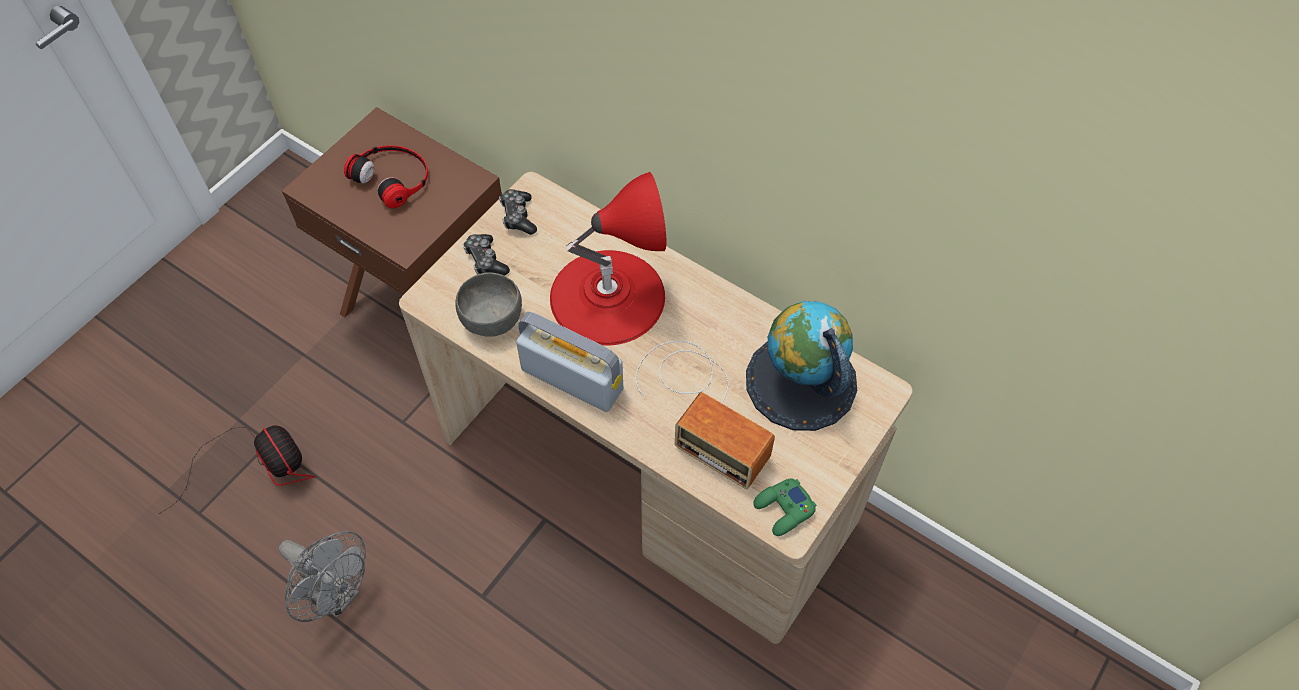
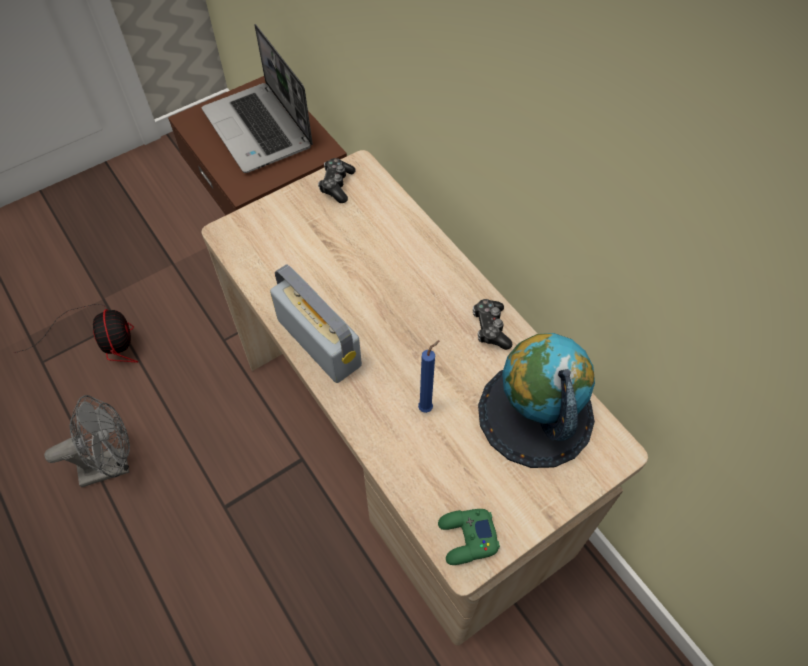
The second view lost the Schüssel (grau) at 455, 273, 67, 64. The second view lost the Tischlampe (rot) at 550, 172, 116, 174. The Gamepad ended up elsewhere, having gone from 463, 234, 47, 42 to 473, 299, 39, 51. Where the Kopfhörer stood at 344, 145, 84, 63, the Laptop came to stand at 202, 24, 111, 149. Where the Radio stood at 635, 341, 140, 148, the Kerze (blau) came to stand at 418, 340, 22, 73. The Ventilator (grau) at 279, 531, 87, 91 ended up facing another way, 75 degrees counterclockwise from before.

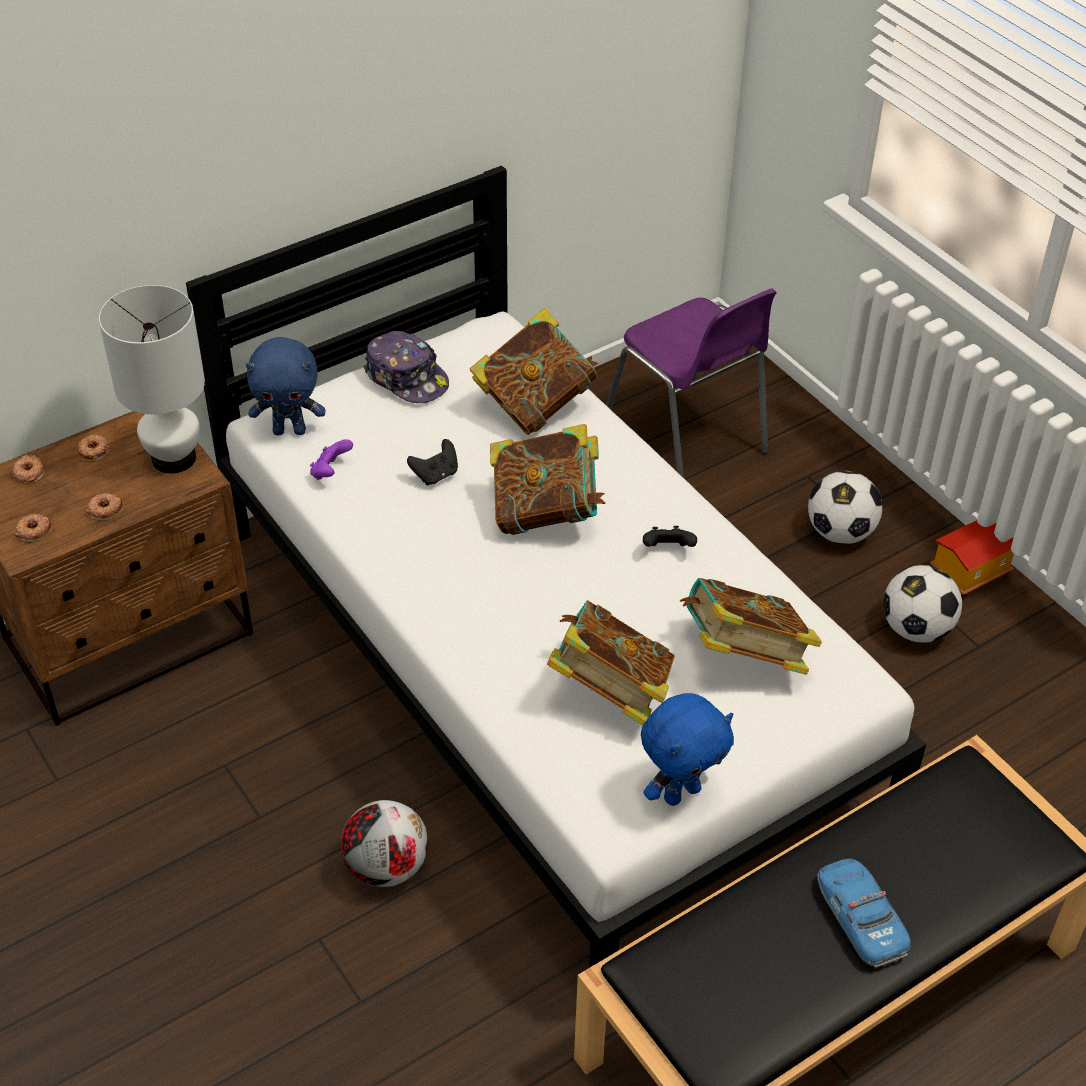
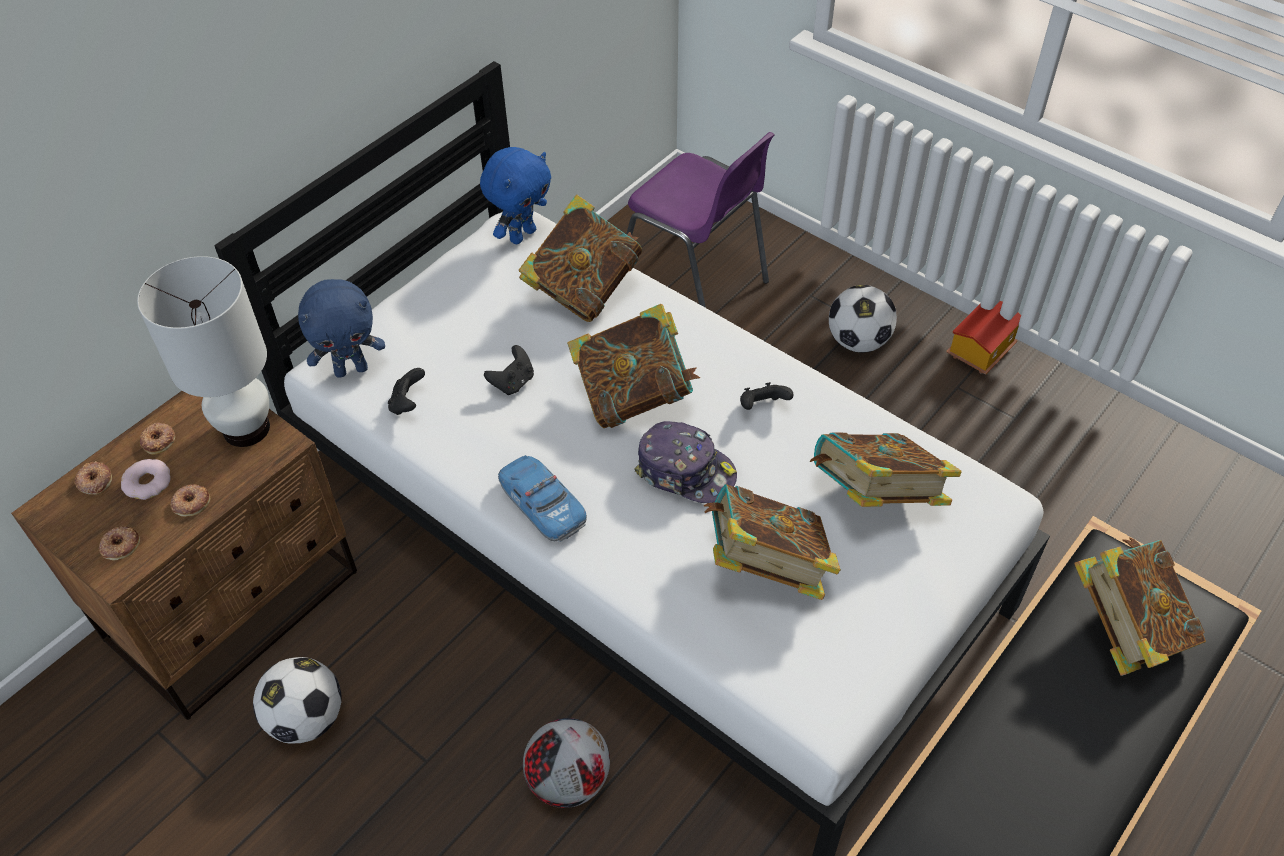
The second view gained the Donut at 121, 459, 50, 41. The second view gained the Buch at 1074, 537, 132, 139. The Kappe ended up elsewhere, having gone from 363, 331, 86, 72 to 634, 421, 103, 82. The Plüschtier (blau) ended up elsewhere, having gone from 641, 693, 93, 113 to 480, 147, 71, 97. The Spielzeugauto ended up elsewhere, having gone from 817, 858, 94, 110 to 498, 455, 89, 87. The Fußball ended up elsewhere, having gone from 883, 565, 80, 78 to 253, 657, 88, 86. What was the Gamepad (lila) at 310, 439, 43, 41 turned into the Gamepad (schwarz) at 388, 368, 37, 47.

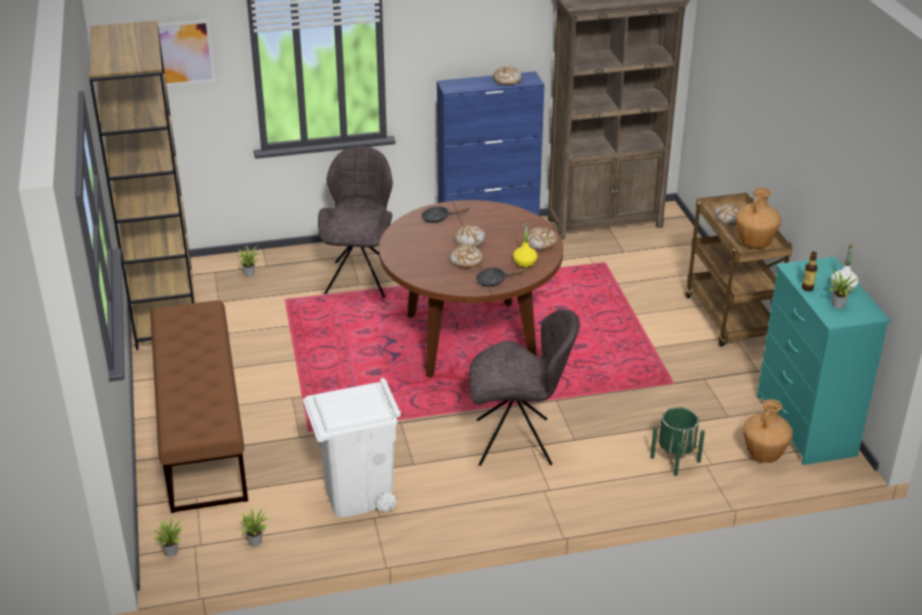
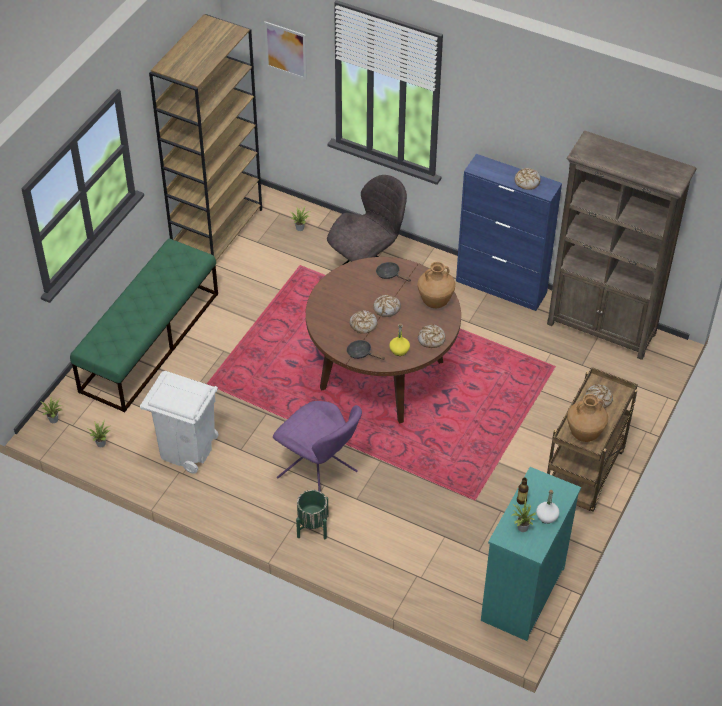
The Pflanzkübel (grün) ended up elsewhere, having gone from 650, 407, 55, 69 to 296, 490, 33, 49. The Vase (braun) ended up elsewhere, having gone from 743, 399, 50, 64 to 417, 262, 39, 46. What was the Bank (braun) at 151, 300, 97, 213 turned into the Bank (grün) at 70, 239, 148, 174. What was the Stuhl (grau) at 469, 309, 111, 157 turned into the Stuhl (lila) at 273, 401, 89, 91.

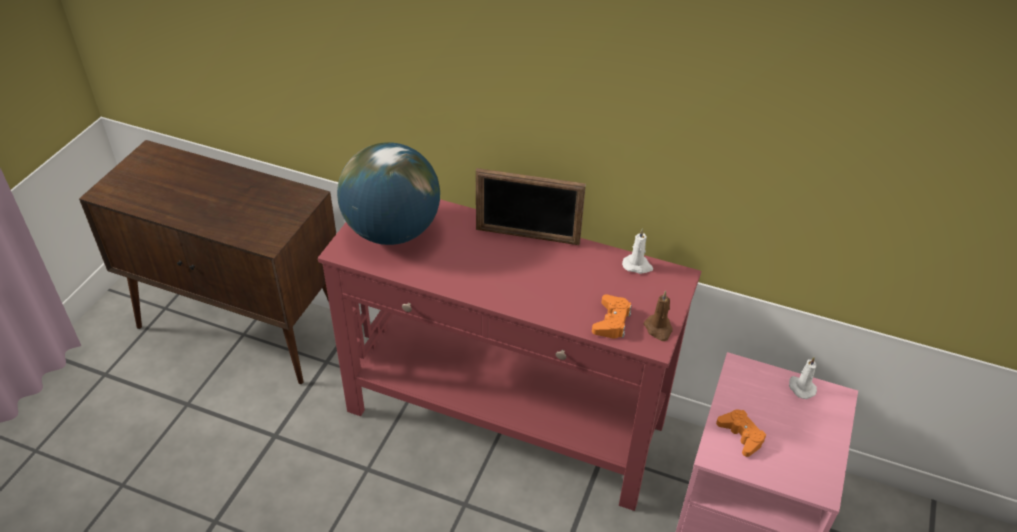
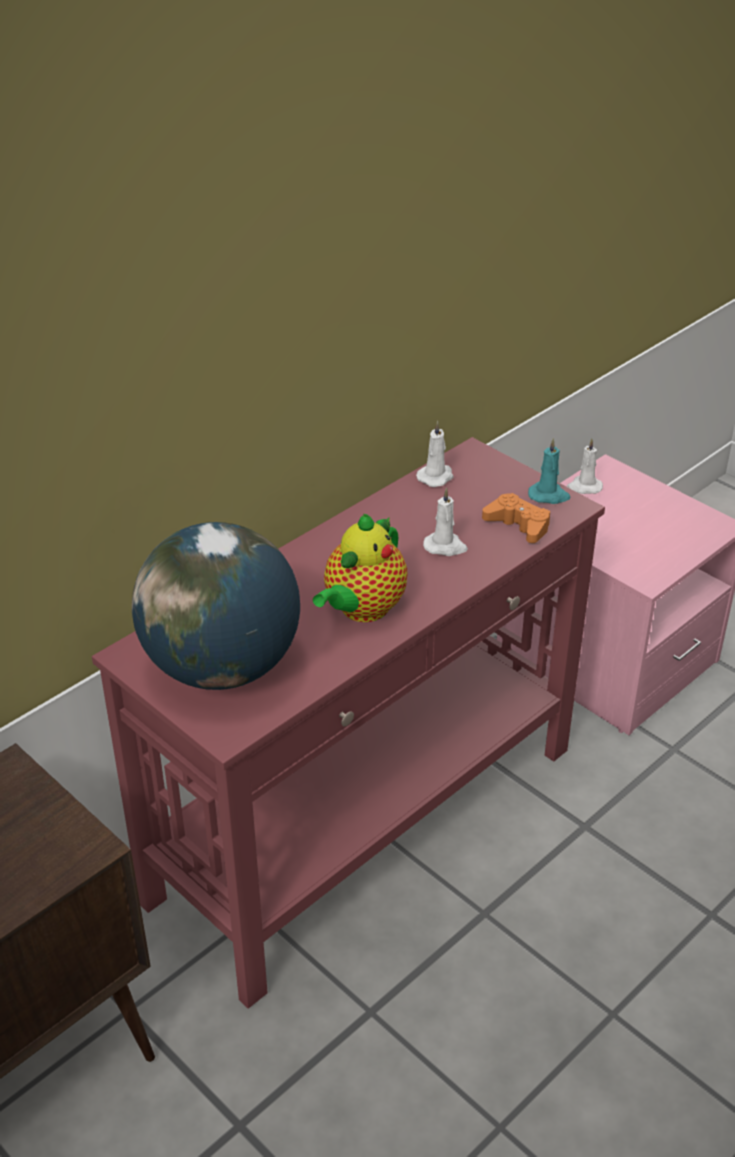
The second view lost the Bilderrahmen at 476, 168, 110, 77. The second view lost the Gamepad (orange) at 716, 410, 50, 47. The second view gained the Teekanne at 313, 513, 95, 109. The second view gained the Kerze (weiß) at 423, 488, 45, 68. What was the Kerze (braun) at 644, 291, 29, 50 turned into the Kerze (türkis) at 528, 438, 43, 66.

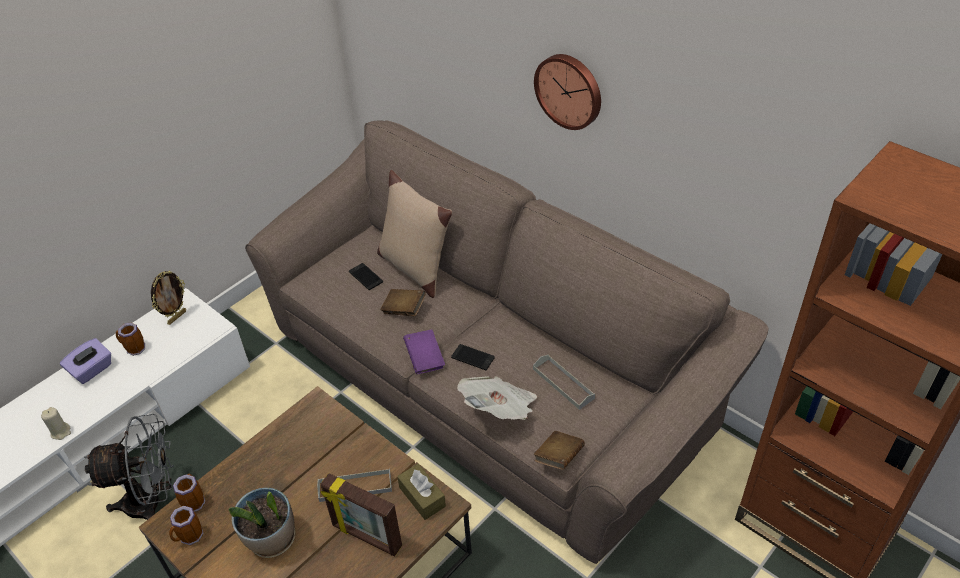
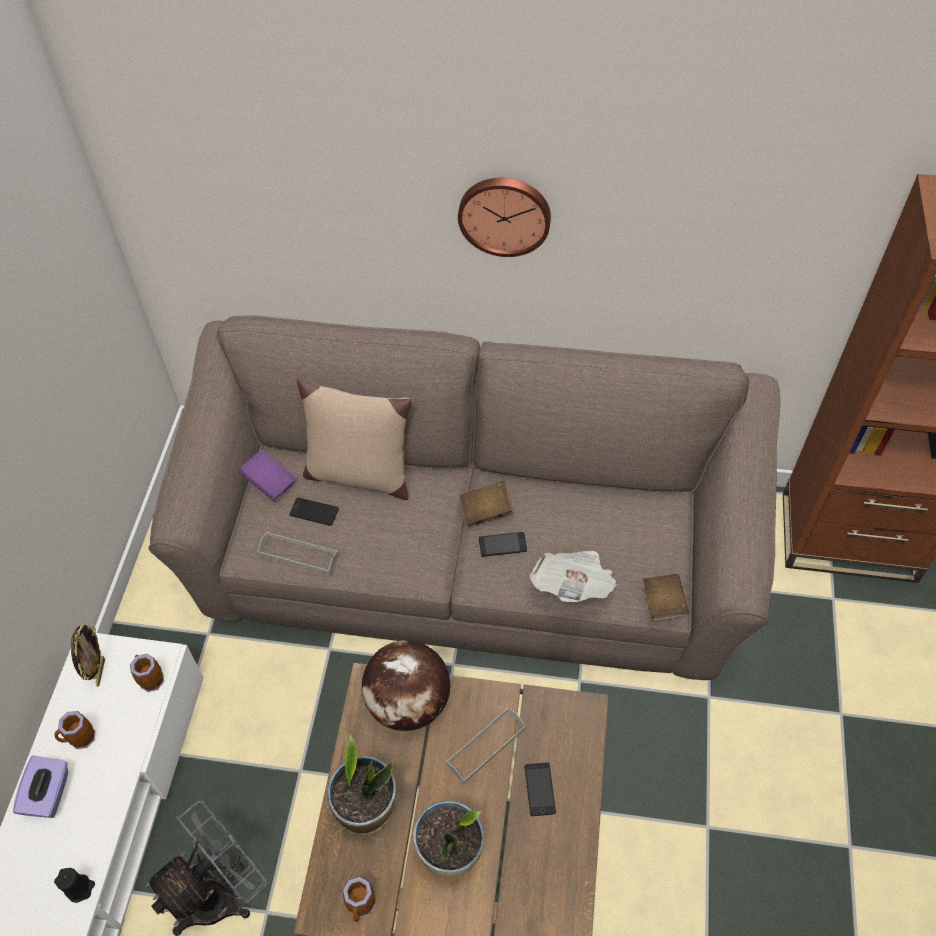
The second view lost the Taschentuchbox (braun) at 397, 464, 49, 56. The second view gained the Topfpflanze at 327, 735, 69, 100. The second view gained the Globus at 362, 640, 88, 91. The Henkelbecher ended up elsewhere, having gone from 173, 474, 32, 38 to 130, 654, 34, 38. The Buch (braun) ended up elsewhere, having gone from 380, 289, 46, 27 to 460, 481, 53, 46. The Buch (lila) ended up elsewhere, having gone from 403, 330, 42, 44 to 239, 450, 57, 51. The Tablett (grau) ended up elsewhere, having gone from 533, 355, 62, 55 to 258, 532, 81, 42. Where the Bilderrahmen stood at 321, 473, 81, 83, the Handy came to stand at 524, 762, 32, 54. What was the Kerze (beige) at 41, 407, 30, 33 turned into the Kerze (schwarz) at 54, 868, 41, 35.

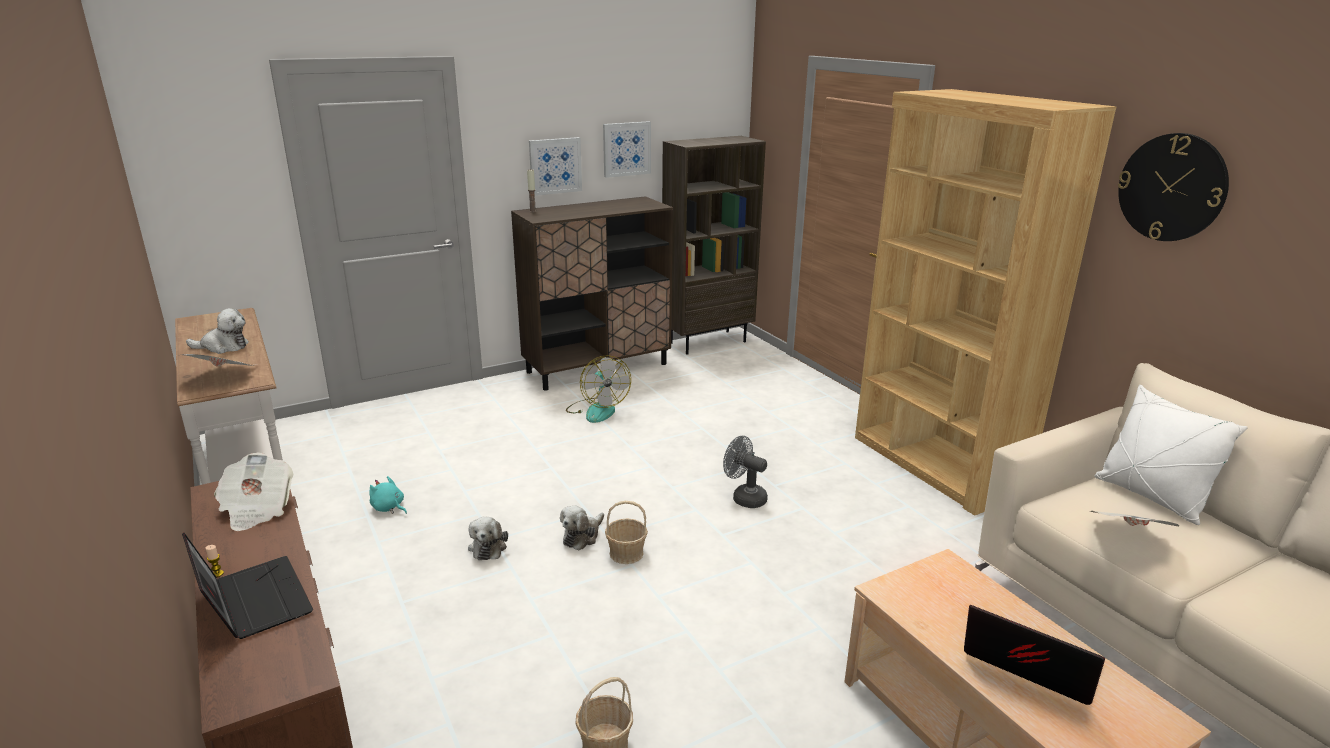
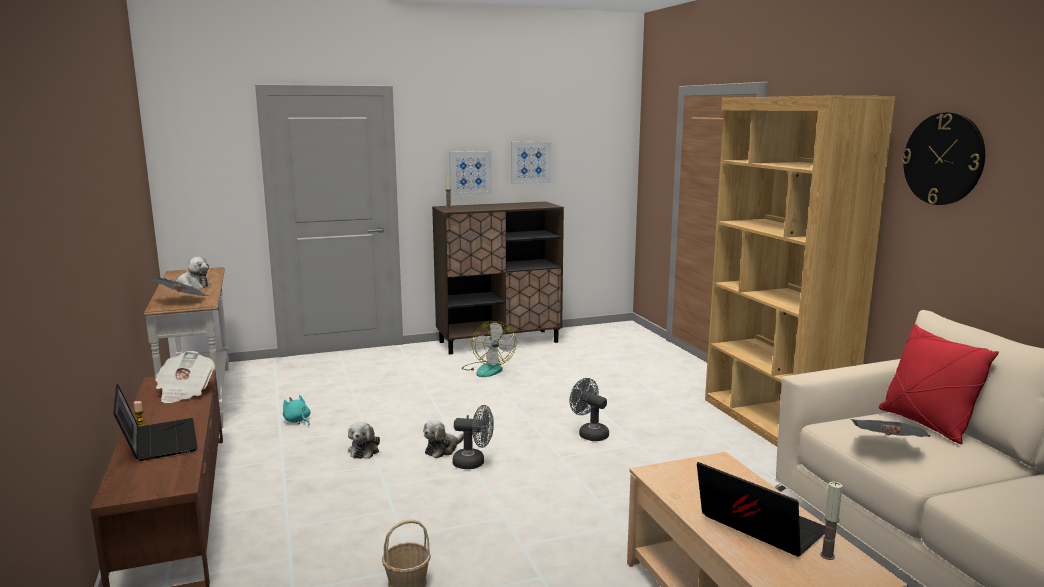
The second view lost the Bücherregal (braun) at 662, 136, 104, 219. The second view gained the Kerze at 820, 482, 23, 78. Where the Korb stood at 605, 501, 43, 63, the Ventilator (grau) came to stand at 453, 405, 41, 64. What was the Kissen (weiß) at 1095, 385, 153, 140 turned into the Kissen (rot) at 879, 324, 120, 120.

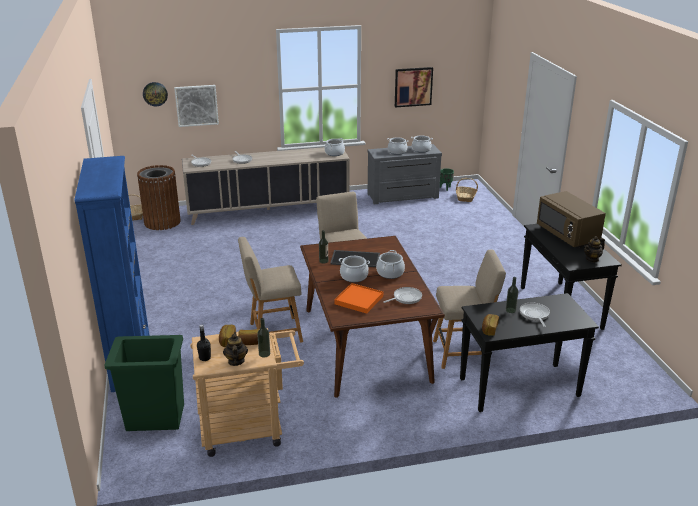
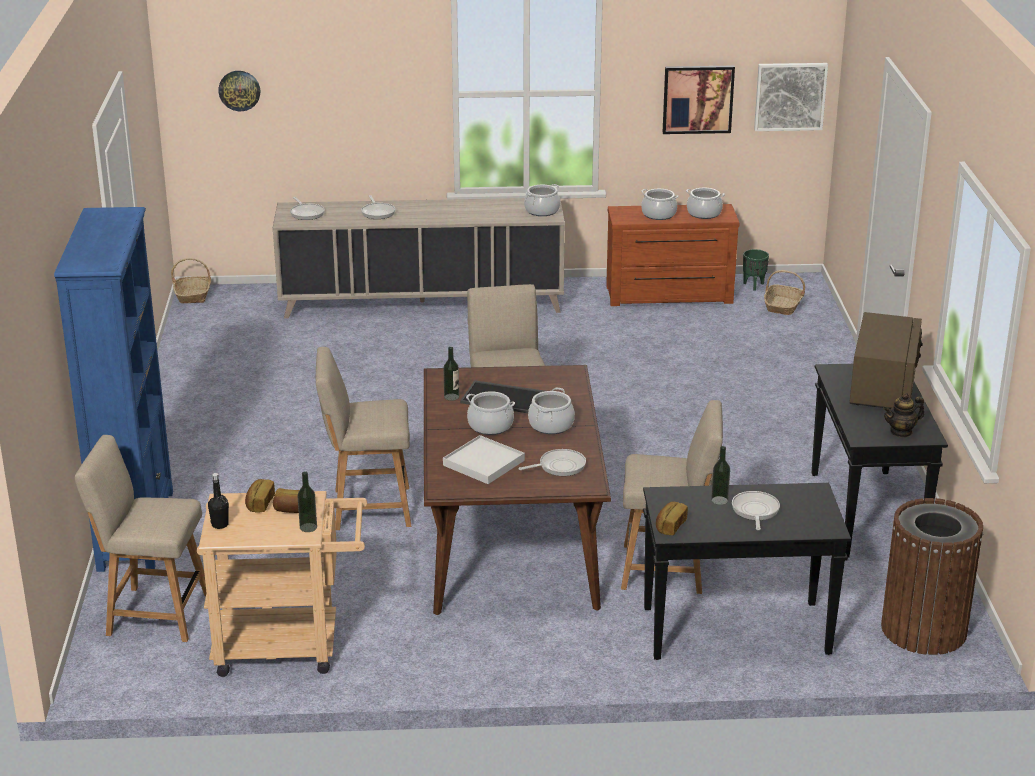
The second view lost the Teekanne at 223, 332, 25, 34. The Mülleimer (braun) ended up elsewhere, having gone from 137, 165, 44, 65 to 881, 498, 102, 157. The Bild ended up elsewhere, having gone from 174, 85, 45, 42 to 754, 63, 74, 68. Where the Mülleimer (grün) stood at 104, 335, 80, 96, the Stuhl (beige) came to stand at 75, 435, 132, 207. What was the Tablett (orange) at 334, 283, 49, 31 turned into the Tablett (weiß) at 443, 435, 82, 49. What was the Kommode (grau) at 368, 144, 74, 60 turned into the Kommode (braun) at 606, 204, 133, 102. The Mikrowelle (braun) at 537, 191, 69, 57 ended up facing another way, 150 degrees counterclockwise from before.

